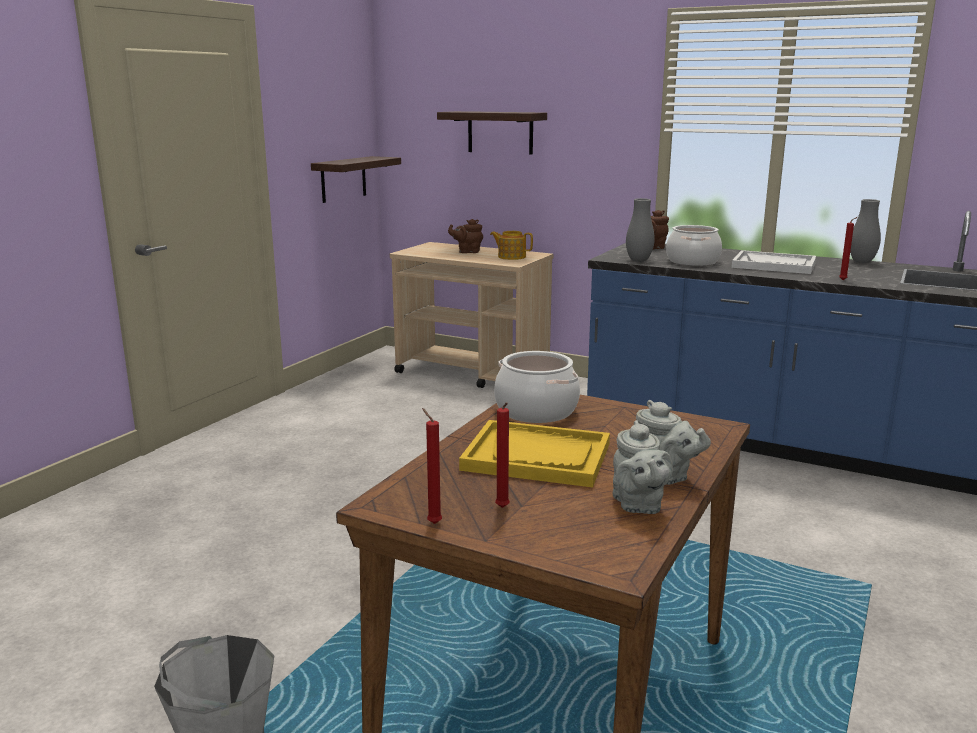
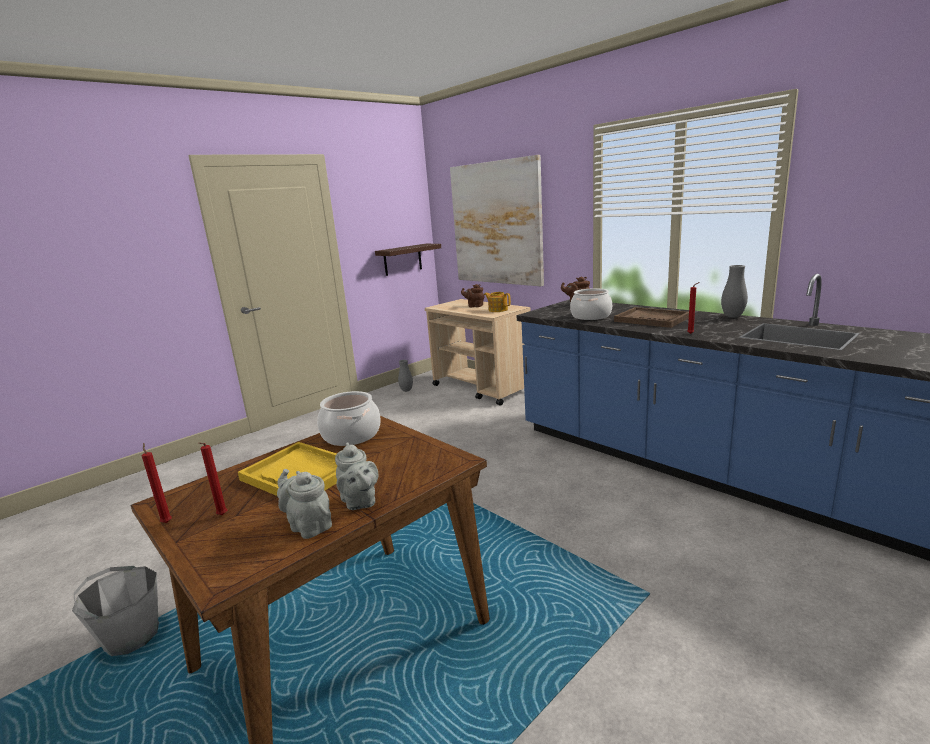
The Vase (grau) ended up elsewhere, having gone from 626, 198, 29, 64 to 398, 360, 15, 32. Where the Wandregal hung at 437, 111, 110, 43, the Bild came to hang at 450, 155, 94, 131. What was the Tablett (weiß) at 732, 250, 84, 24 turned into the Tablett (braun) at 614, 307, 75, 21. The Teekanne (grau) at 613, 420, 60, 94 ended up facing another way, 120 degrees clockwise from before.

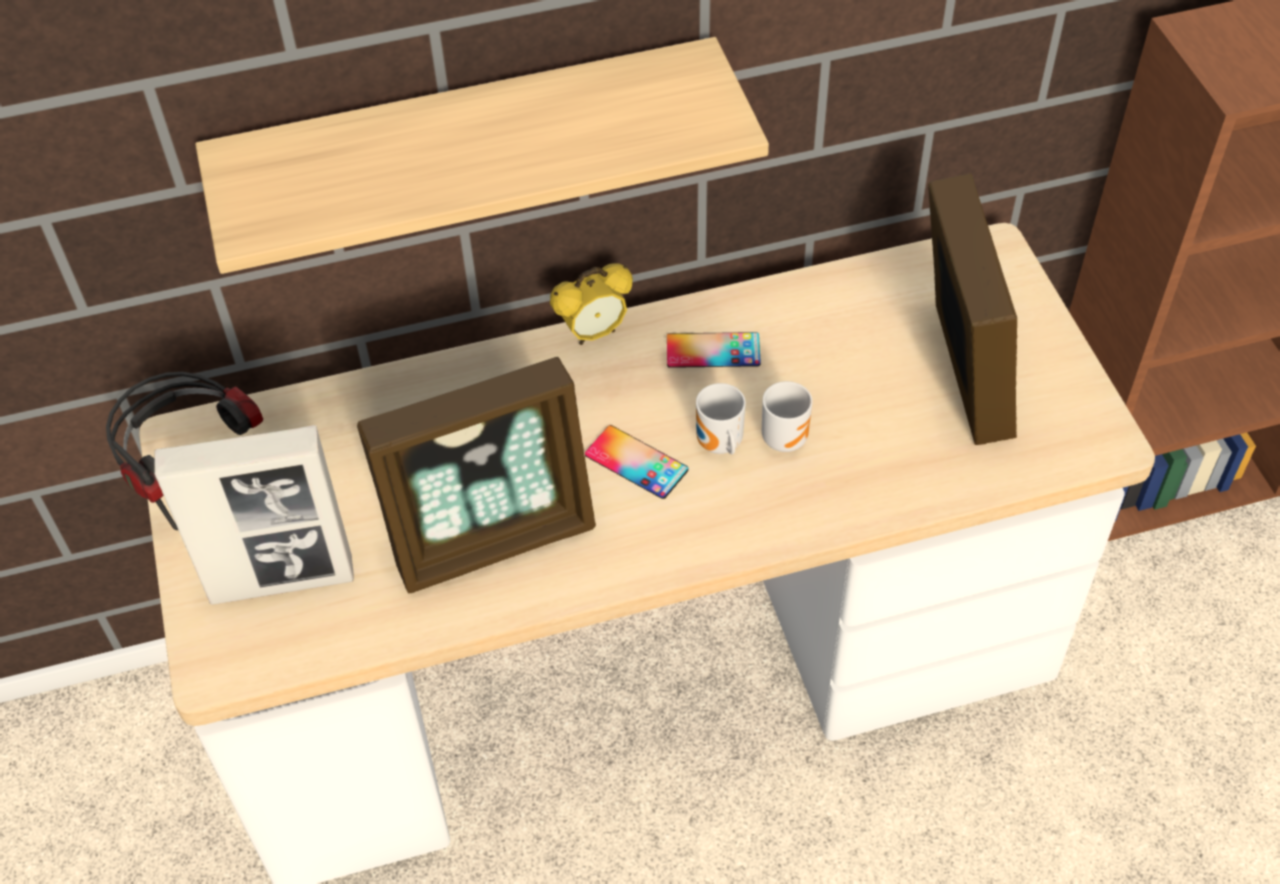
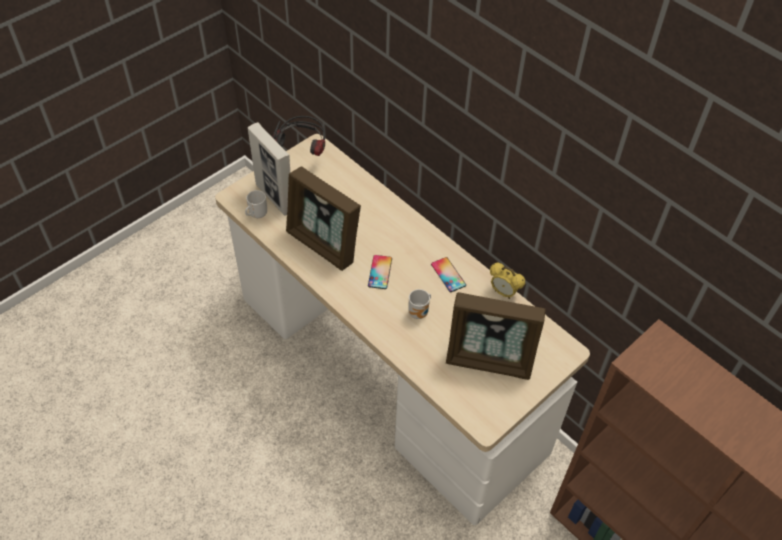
The second view lost the Wandregal at 195, 37, 574, 237. The Wecker ended up elsewhere, having gone from 550, 263, 83, 82 to 490, 263, 35, 36. The Henkelbecher ended up elsewhere, having gone from 696, 383, 50, 71 to 245, 190, 22, 28. The Bilderrahmen at 928, 173, 89, 272 ended up facing another way, 45 degrees clockwise from before.

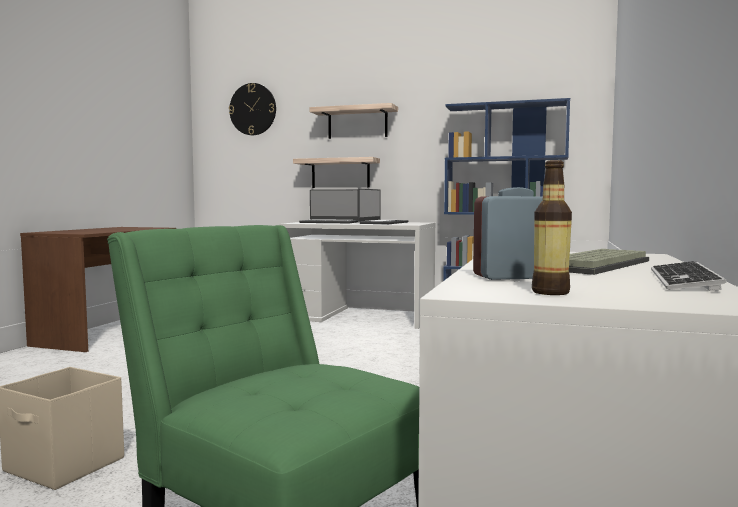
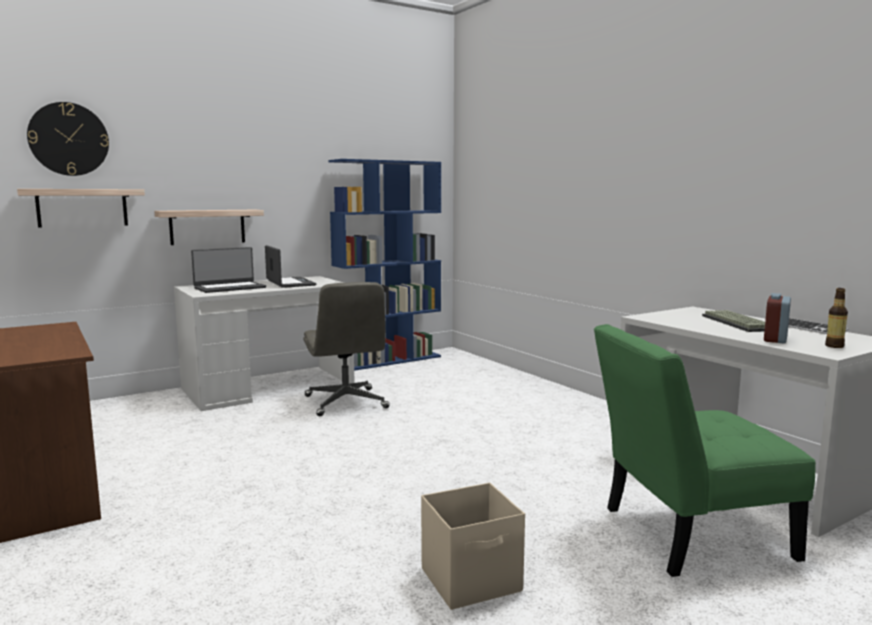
The second view gained the Bürostuhl (grau) at 303, 282, 87, 134. The Wandregal ended up elsewhere, having gone from 310, 103, 88, 36 to 17, 189, 128, 39.

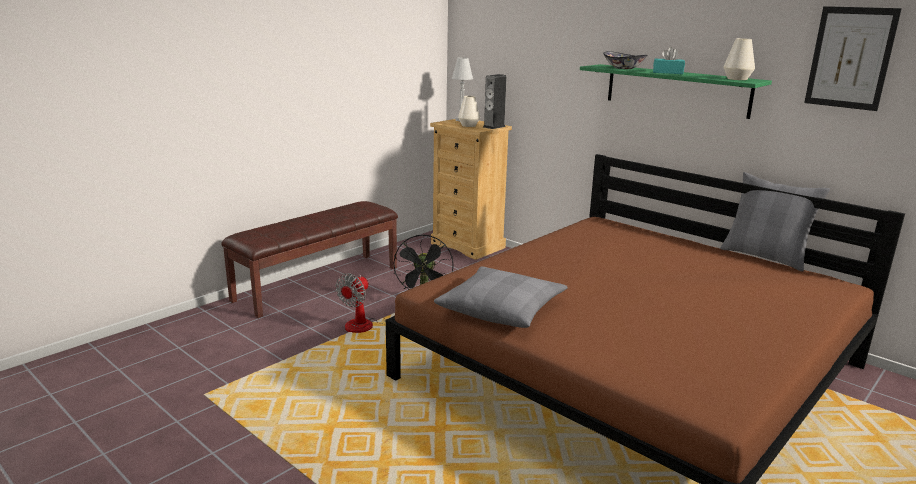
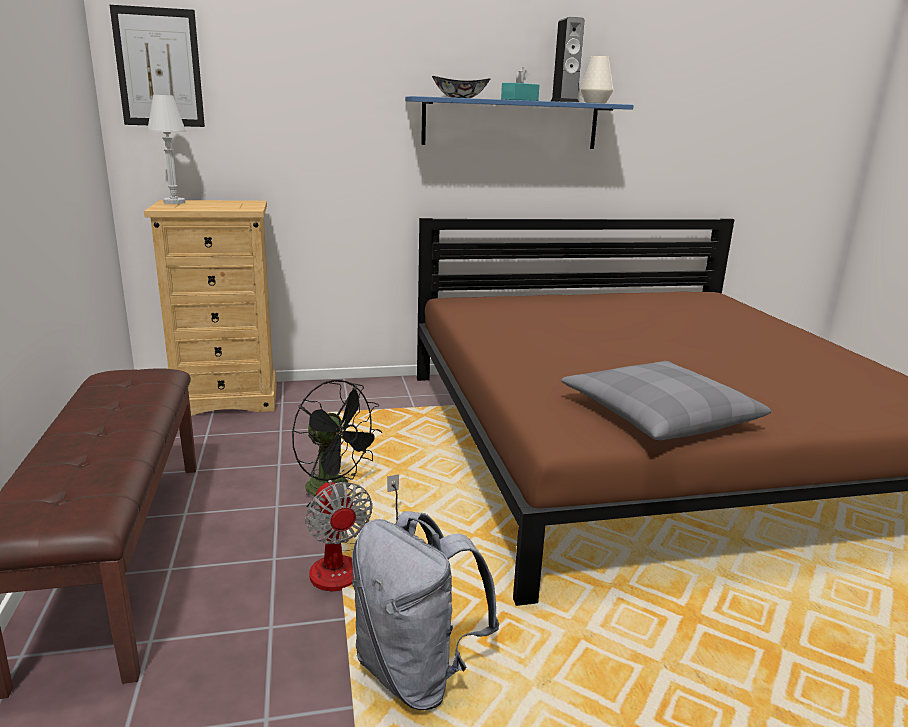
The second view lost the Vase (weiß) at 458, 96, 22, 31. The second view lost the Kissen (grau) at 720, 172, 110, 100. The second view gained the Rucksack (grau) at 352, 511, 147, 199. The Lautsprecher ended up elsewhere, having gone from 483, 74, 24, 55 to 551, 17, 33, 85. The Bild ended up elsewhere, having gone from 804, 6, 98, 105 to 110, 5, 95, 122. What was the Wandregal (grün) at 580, 64, 192, 55 turned into the Wandregal (blau) at 405, 96, 229, 53.

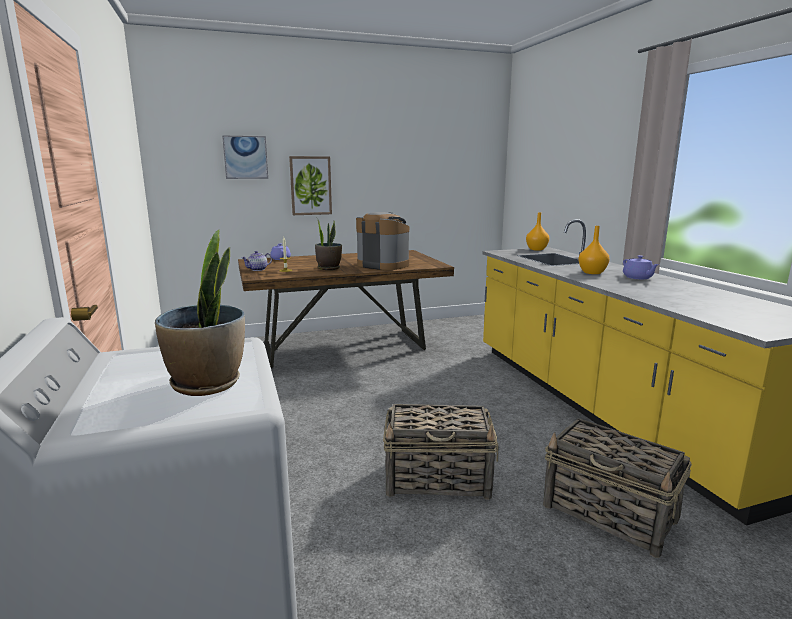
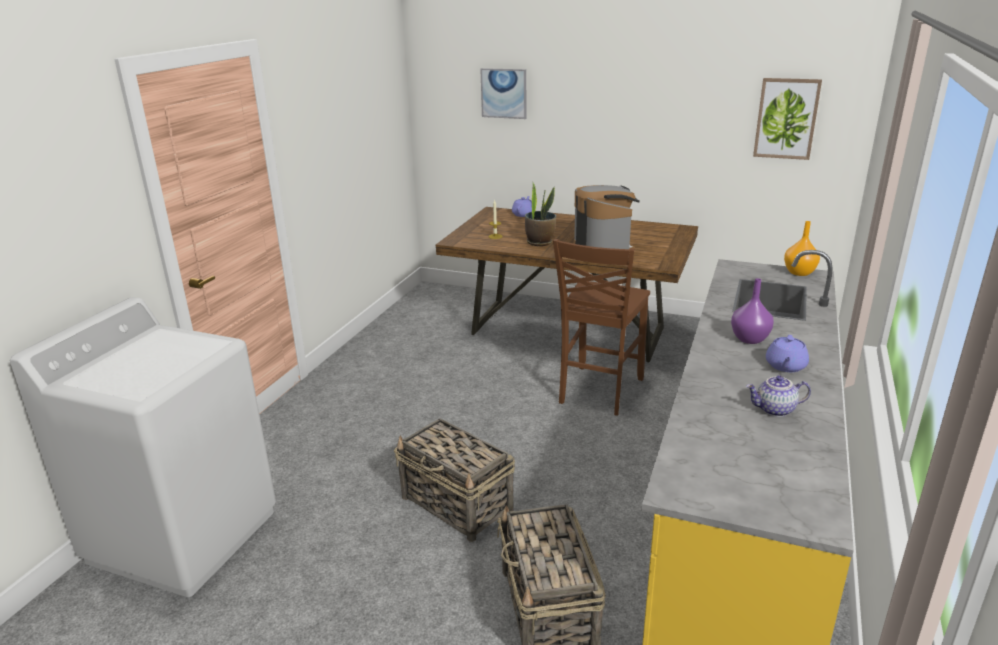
The second view lost the Topfpflanze at 155, 230, 90, 166. The second view gained the Stuhl (braun) at 553, 239, 97, 176. The Teekanne ended up elsewhere, having gone from 242, 251, 30, 20 to 746, 375, 65, 42. The Bild ended up elsewhere, having gone from 289, 156, 43, 59 to 753, 78, 69, 82. What was the Vase (orange) at 578, 226, 32, 48 turned into the Vase (lila) at 731, 278, 43, 66.

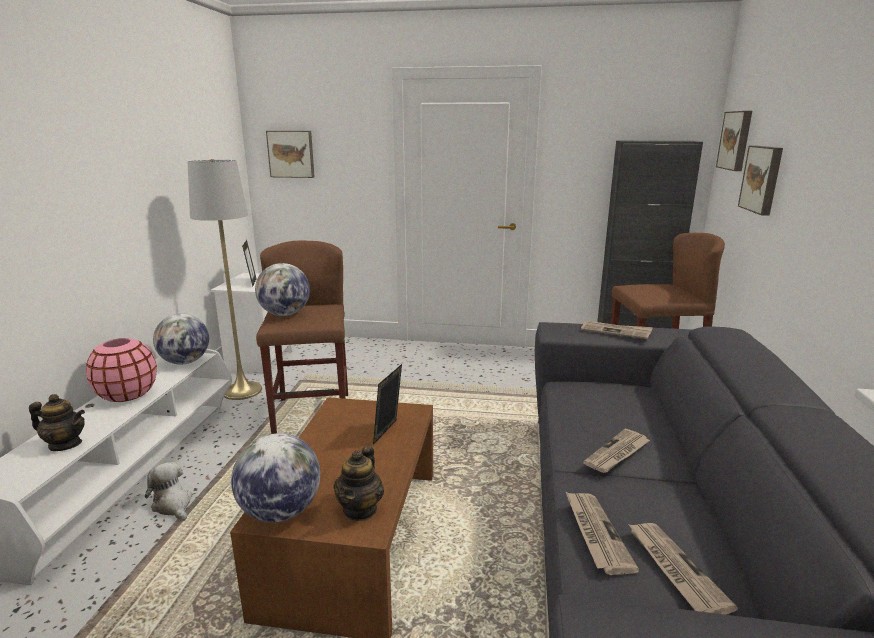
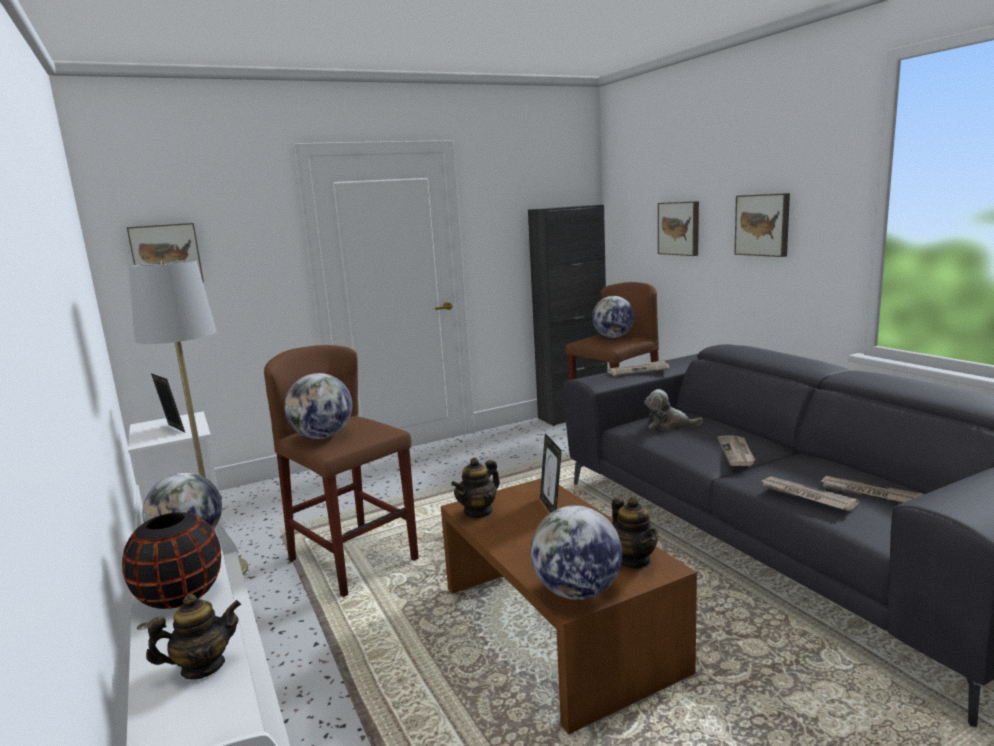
The second view gained the Teekanne at 451, 457, 49, 62. The second view gained the Globus at 592, 296, 43, 42. The Plüschtier ended up elsewhere, having gone from 145, 462, 47, 59 to 644, 389, 59, 42. The Bild ended up elsewhere, having gone from 716, 111, 36, 60 to 734, 193, 56, 64. What was the Vase (rosa) at 86, 338, 71, 64 turned into the Vase (schwarz) at 122, 512, 99, 97.

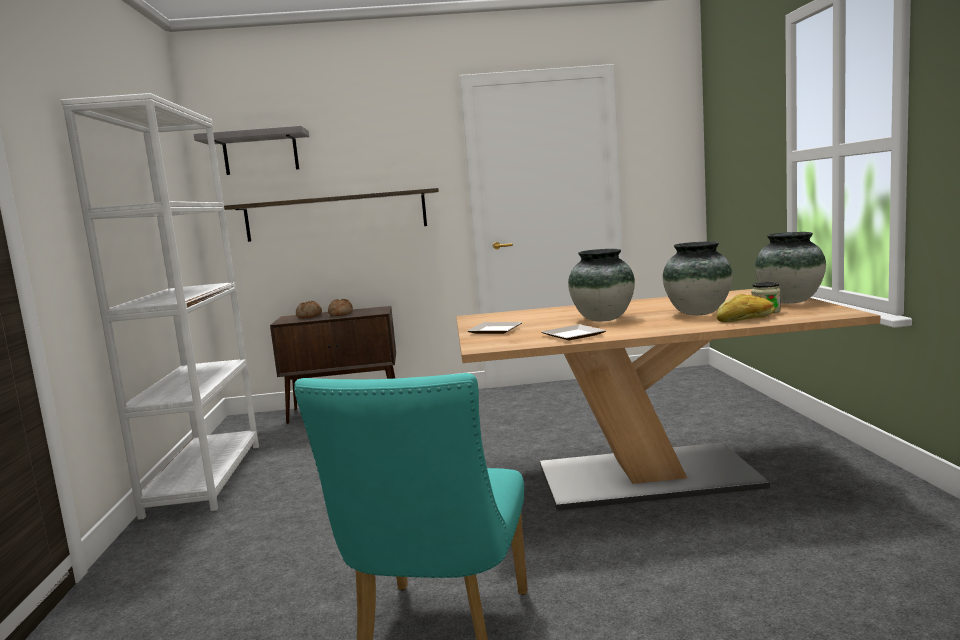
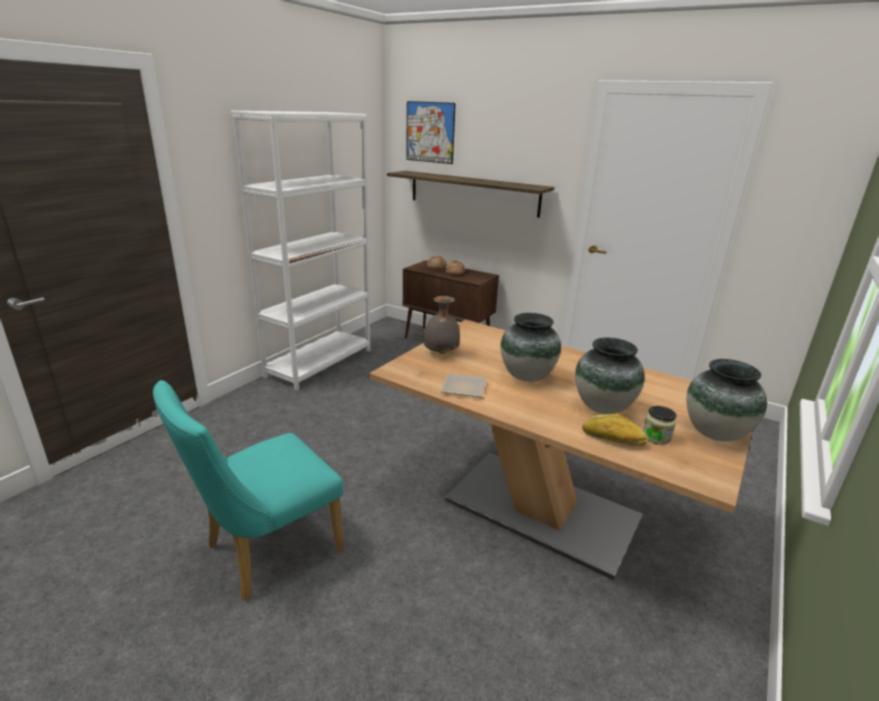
Where the Wandregal (grau) hung at 194, 126, 115, 49, the Bild came to hang at 406, 101, 50, 63. Where the Teller stood at 467, 322, 55, 12, the Vase (grau) came to stand at 423, 296, 37, 58.

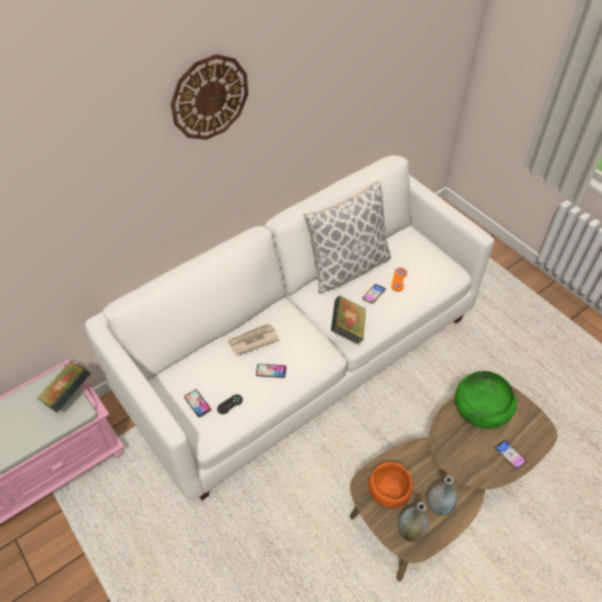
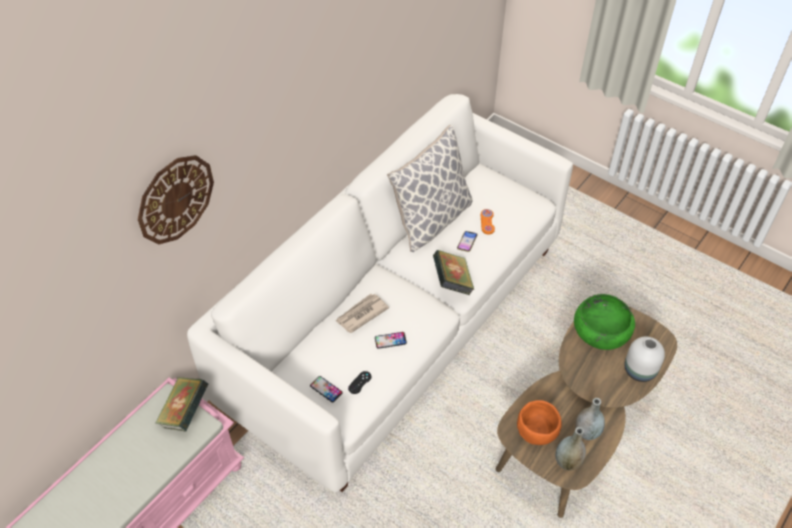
The Wanduhr ended up elsewhere, having gone from 171, 54, 77, 86 to 138, 155, 76, 89. Where the Handy stood at 495, 440, 32, 29, the Vase (weiß) came to stand at 624, 337, 41, 45.

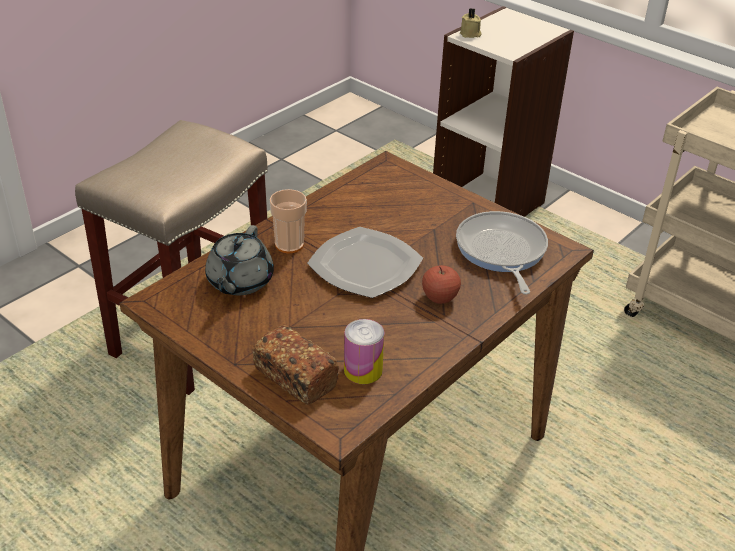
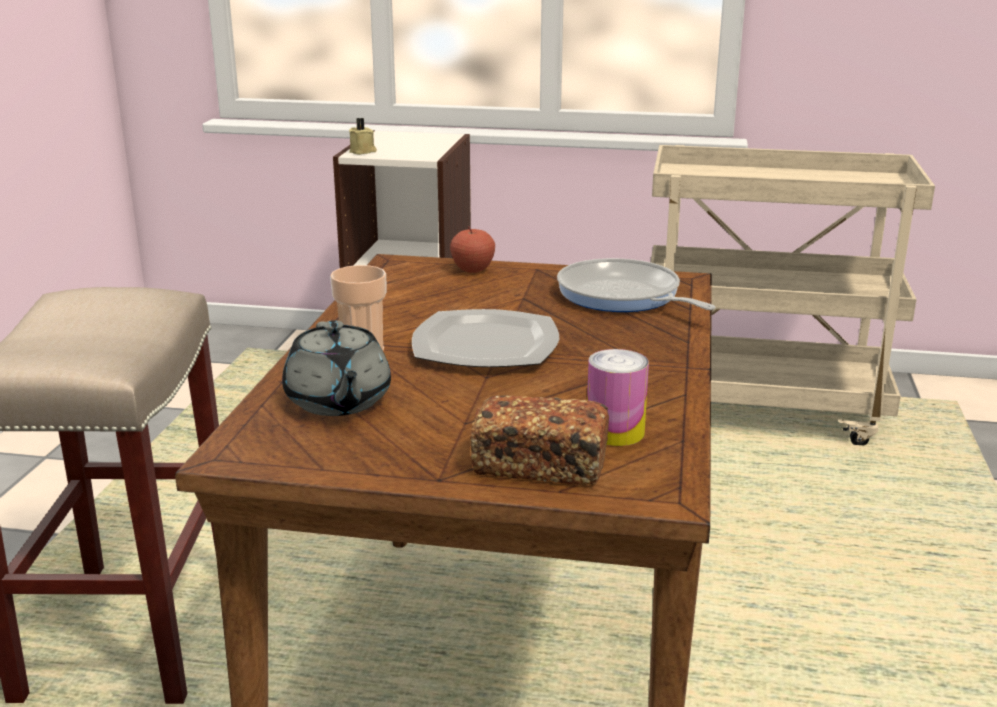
The Apfel ended up elsewhere, having gone from 422, 265, 39, 39 to 450, 226, 45, 47.

